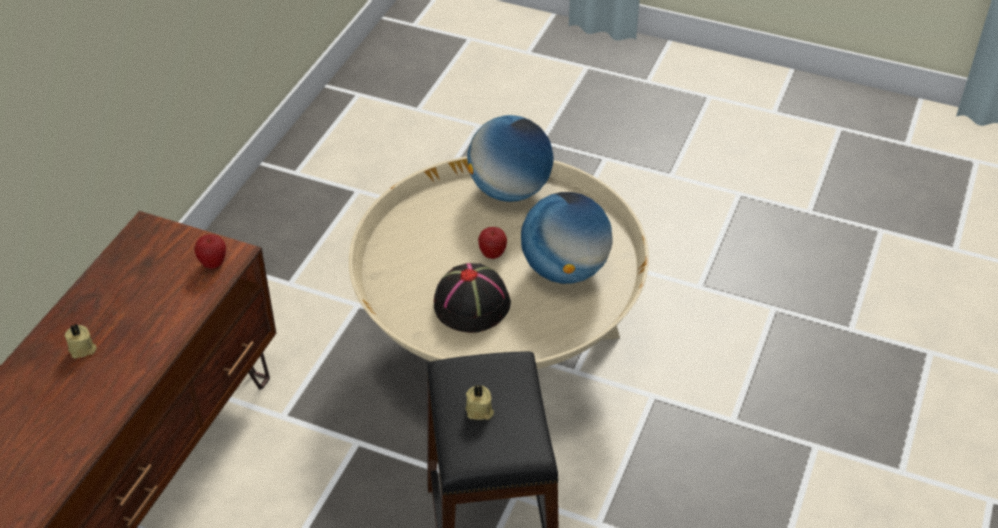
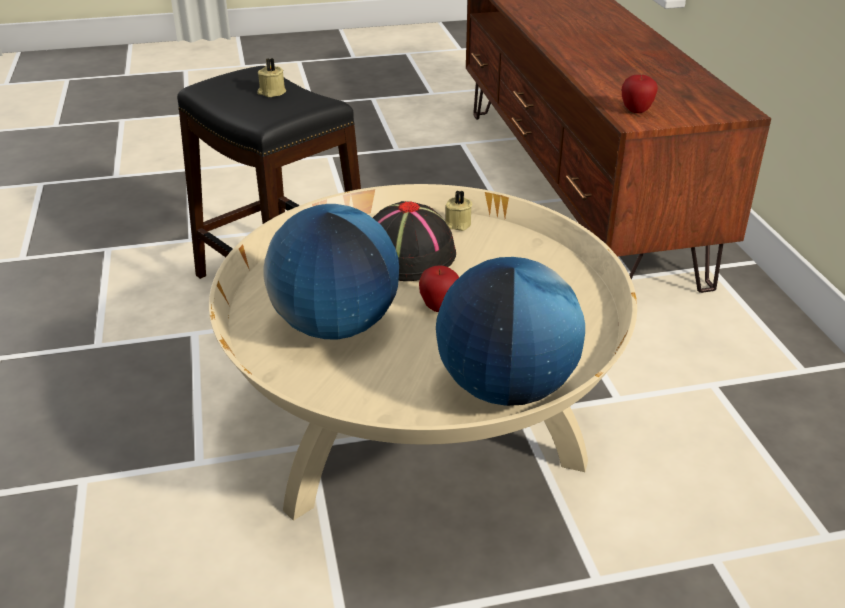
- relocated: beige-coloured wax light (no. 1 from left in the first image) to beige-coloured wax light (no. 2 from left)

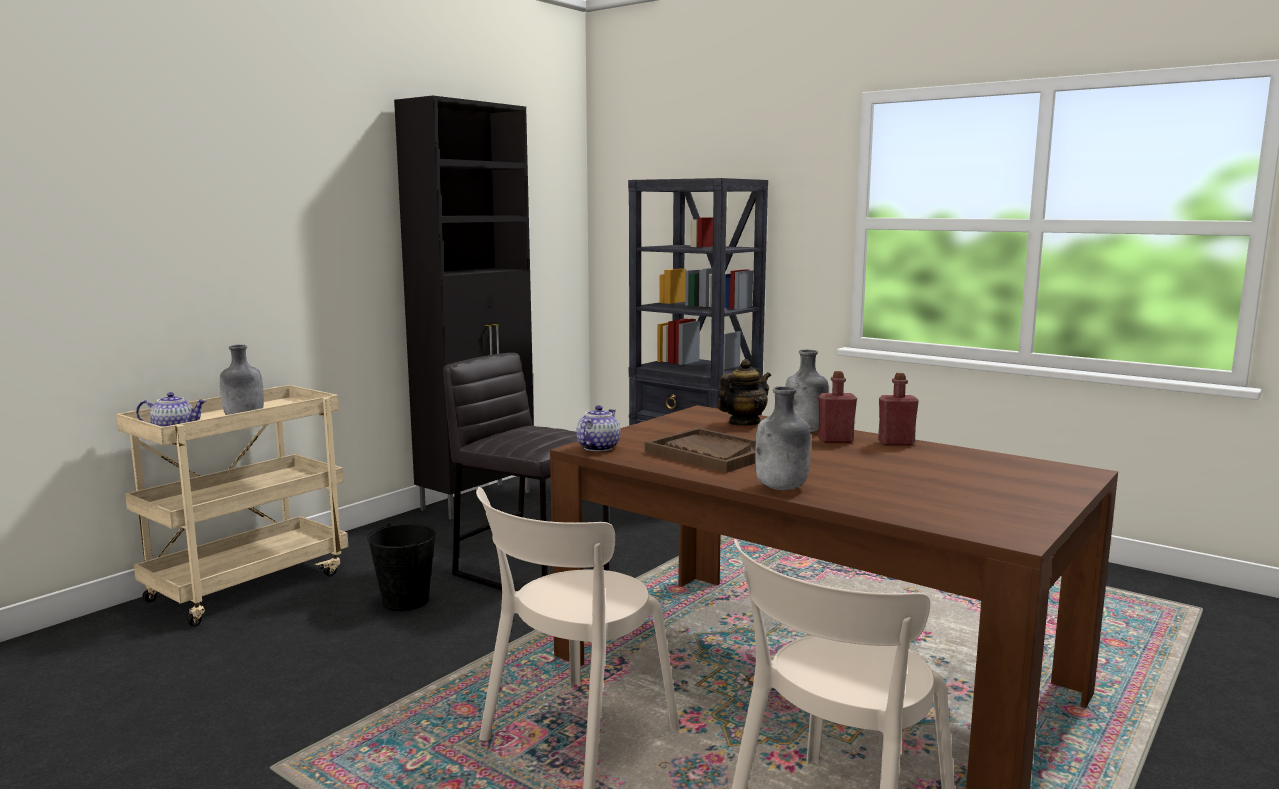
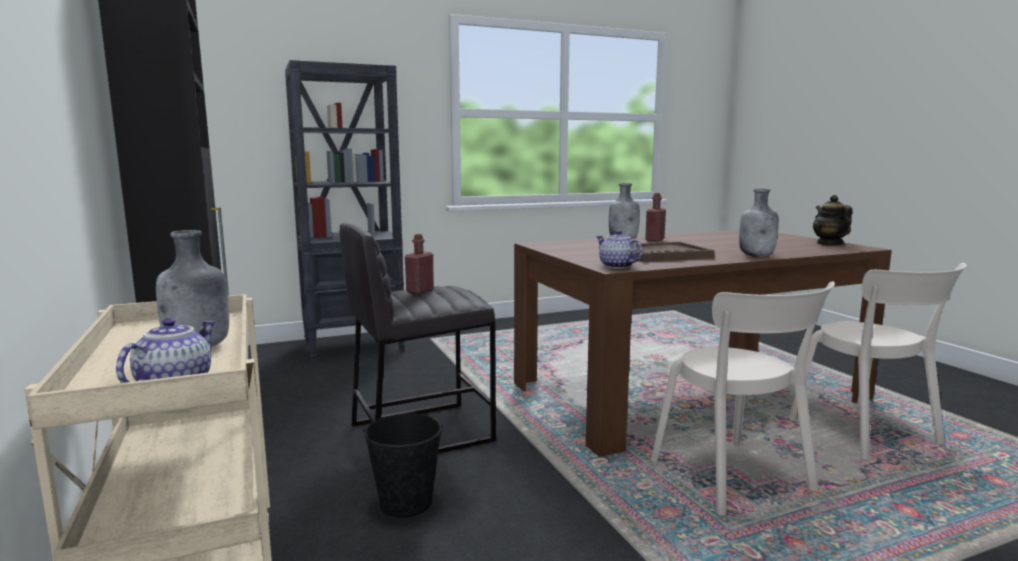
- relocated: teapot (no. 3 from left)
- relocated: red-coloured beverage bottle (no. 2 from left in the first image) to red-coloured beverage bottle (no. 1 from left)

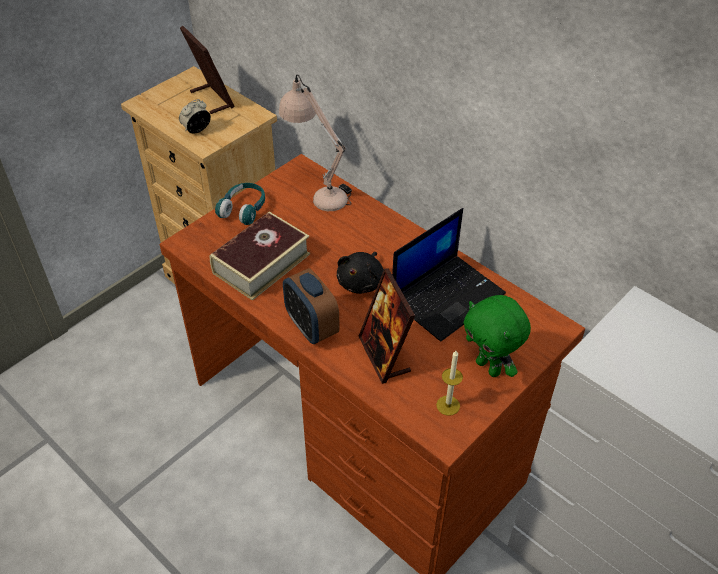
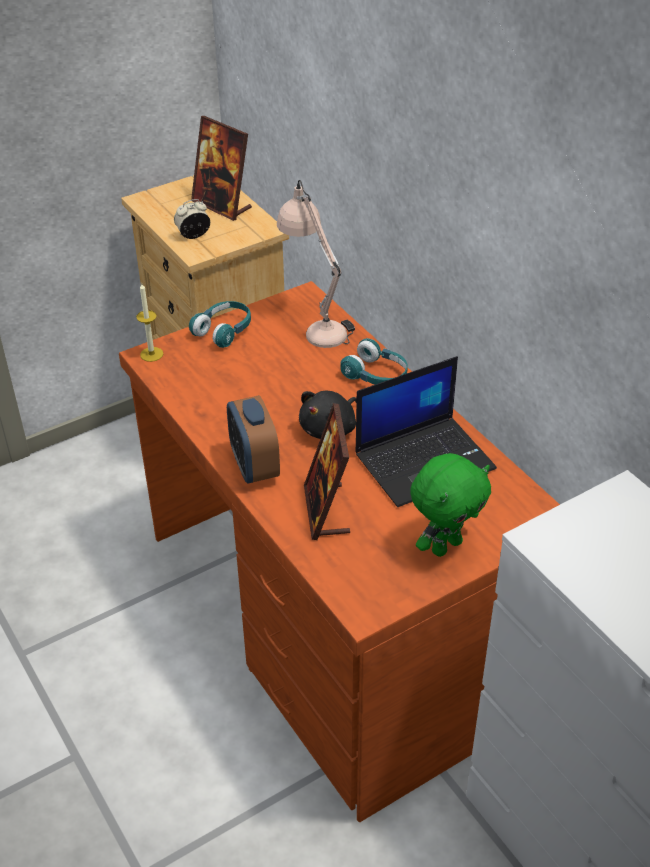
- spun: standing frame (no. 1 from left) 150 degrees clockwise
- missing: volume
- spun: greenish cuddly toy 105 degrees counterclockwise
- relocated: wax light
- appeared: turquoise headset (no. 2 from left)

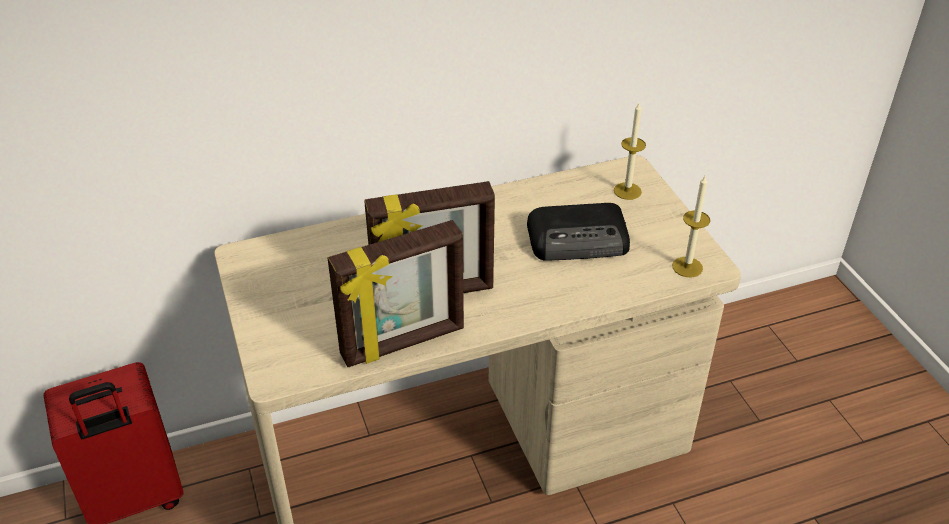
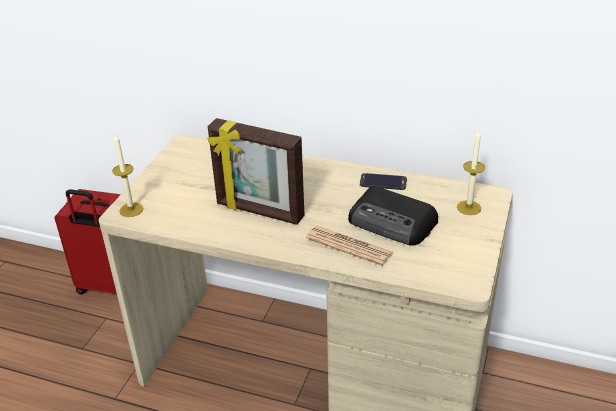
- relocated: wax light (no. 2 from left in the first image) to wax light (no. 1 from left)
- missing: standing frame (no. 1 from left)
- appeared: telephone
- appeared: daily paper

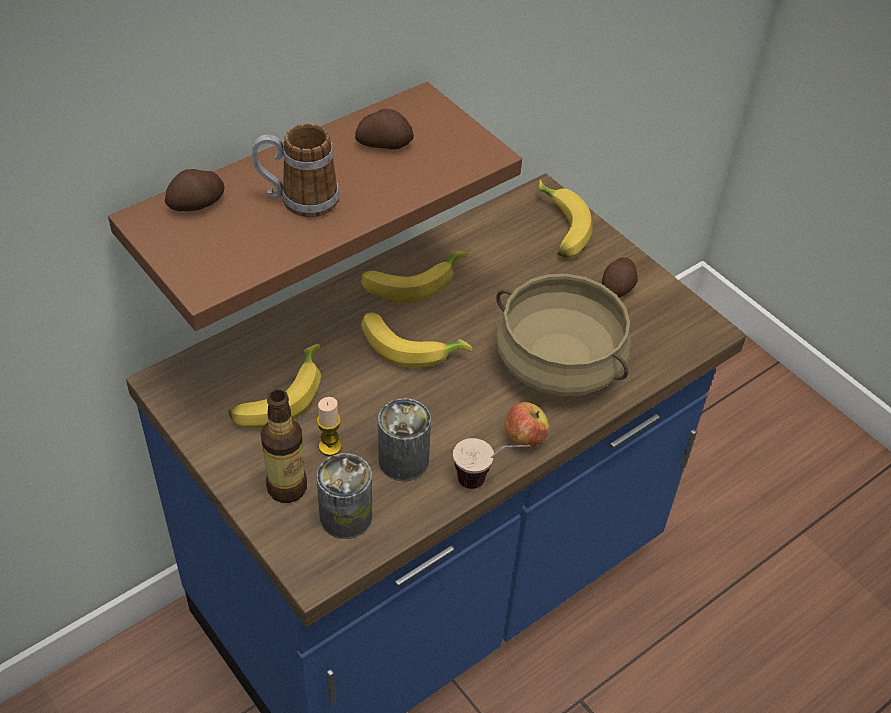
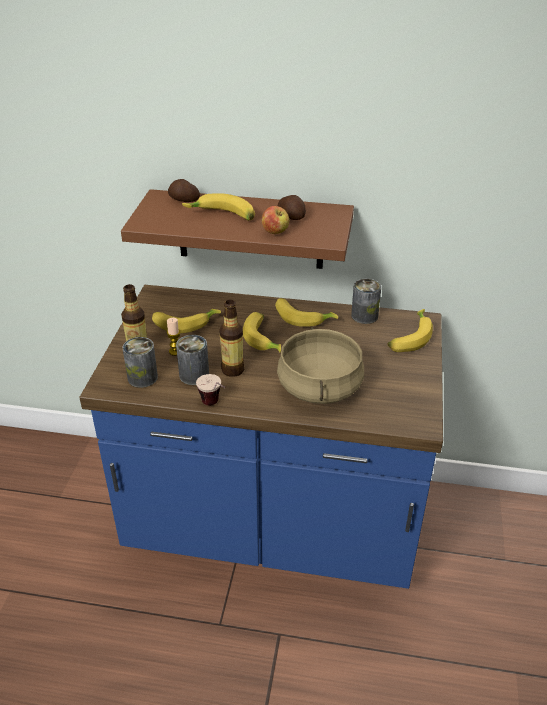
- exchanged: mug to banana (no. 2 from left)
- missing: whole potato (no. 3 from left)
- relocated: apple fruit
- appeared: can (no. 3 from left)
- appeared: beverage bottle (no. 2 from left)

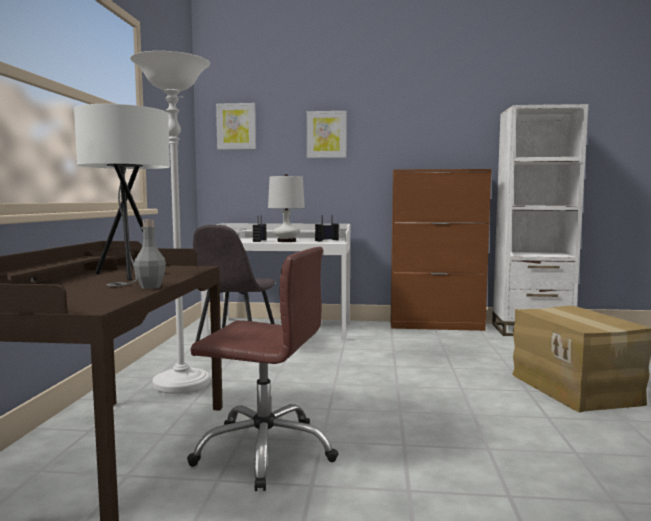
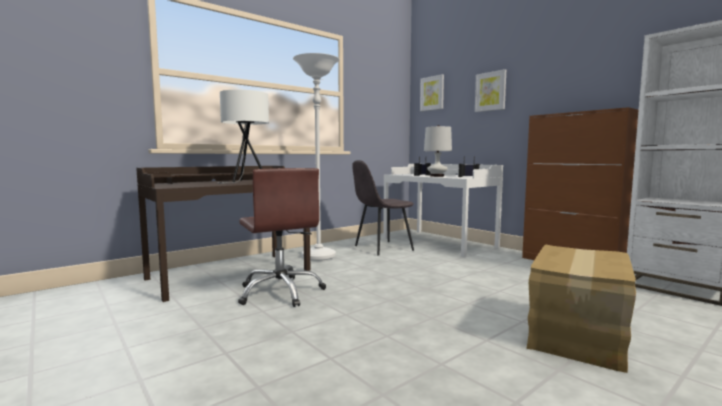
- missing: grey beverage bottle

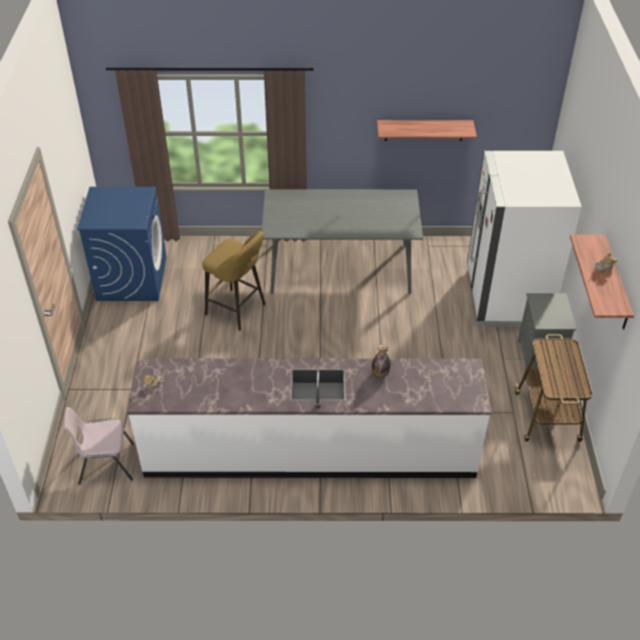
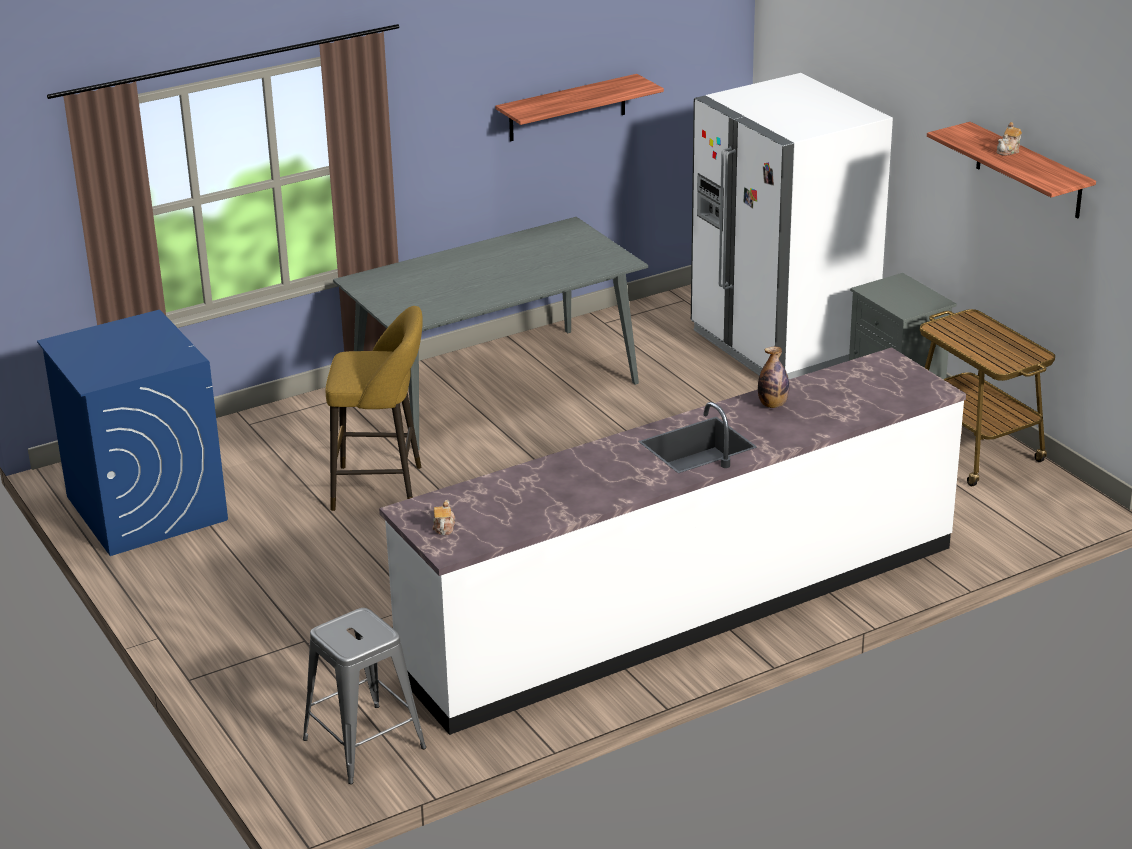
- exchanged: pink plain chair to grey stool

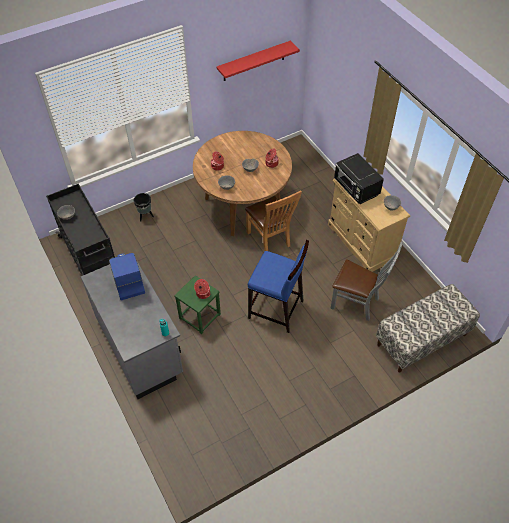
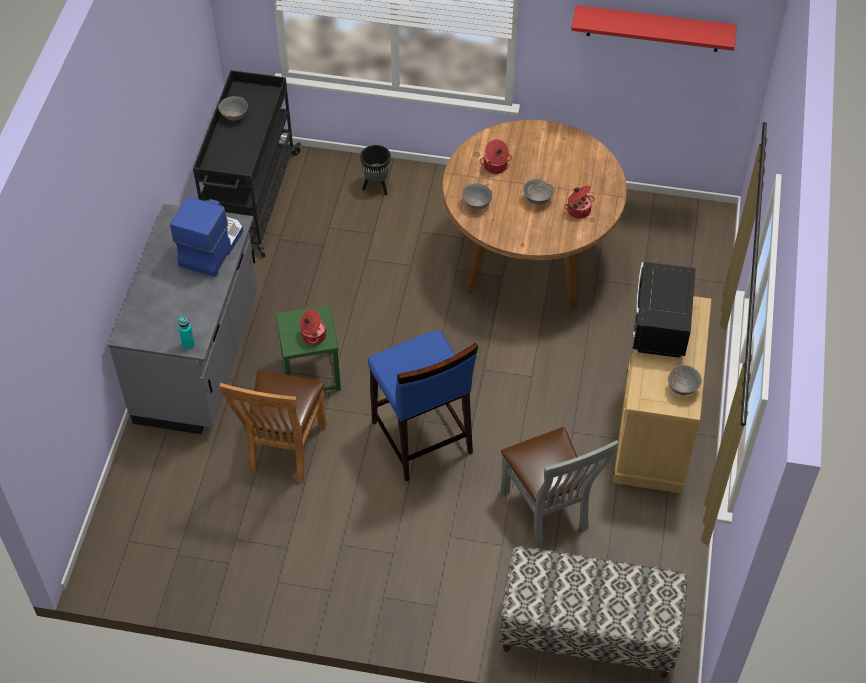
- relocated: brownish plain chair

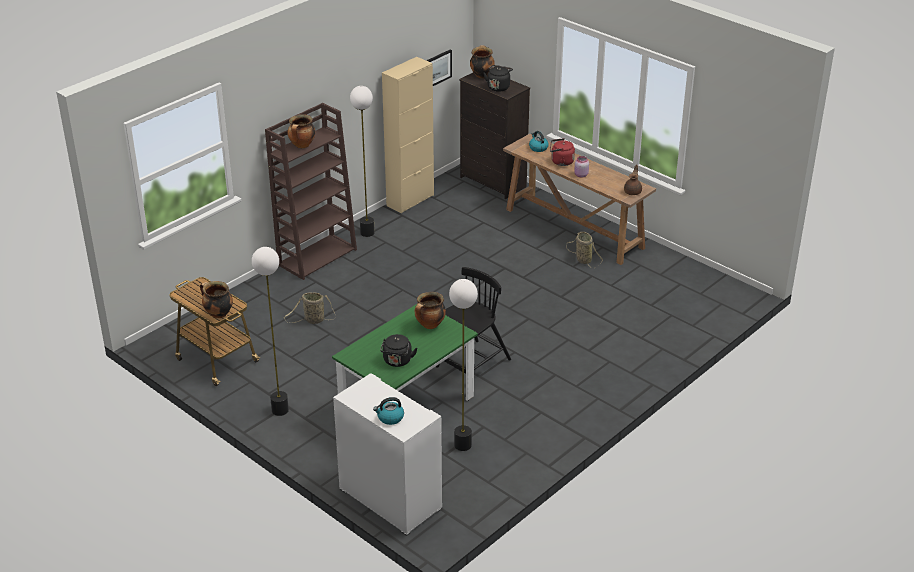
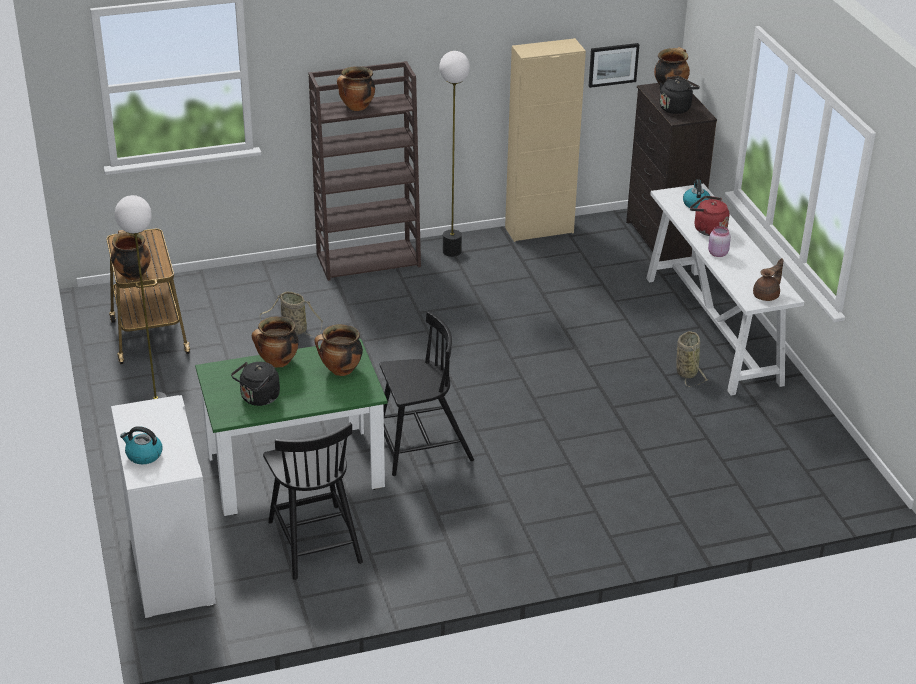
- colour: brownish narrow table to whitish narrow table
- exchanged: standing lamp (no. 3 from left) to black plain chair (no. 1 from left)
- appeared: cooking pot (no. 2 from left)

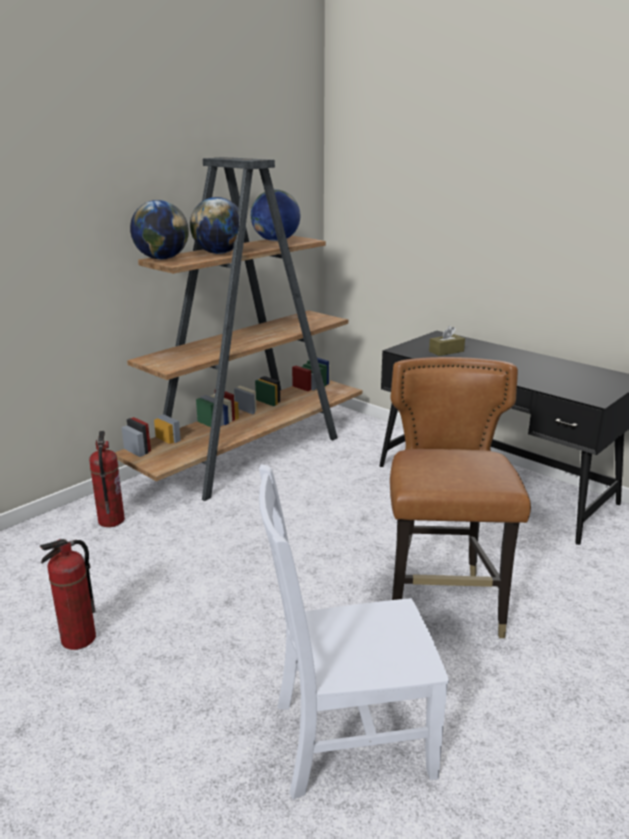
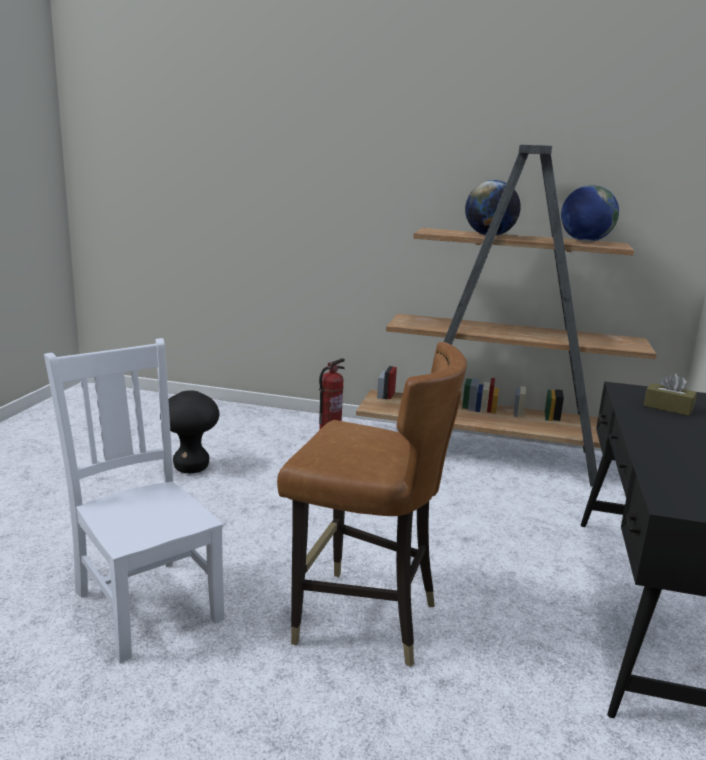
- missing: world globe (no. 1 from left)
- spun: brownish plain chair 45 degrees clockwise
- exchanged: extinguisher (no. 1 from left) to black stool

